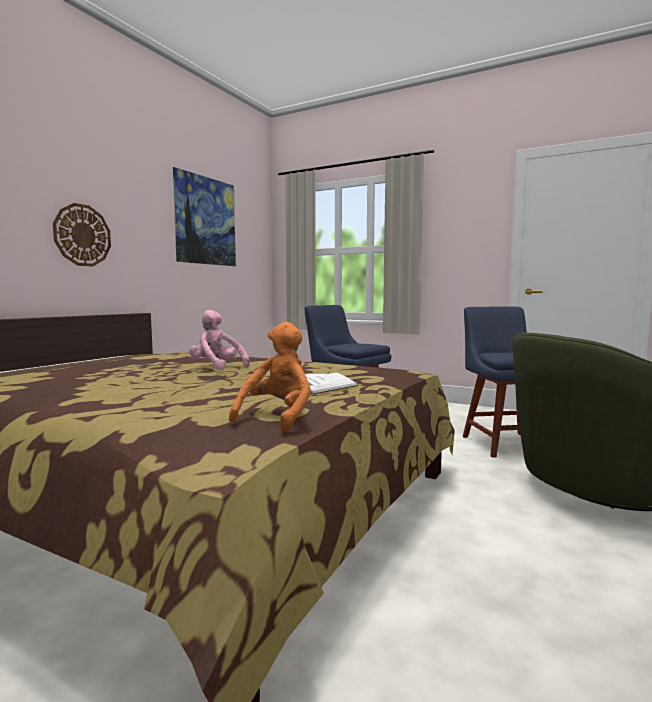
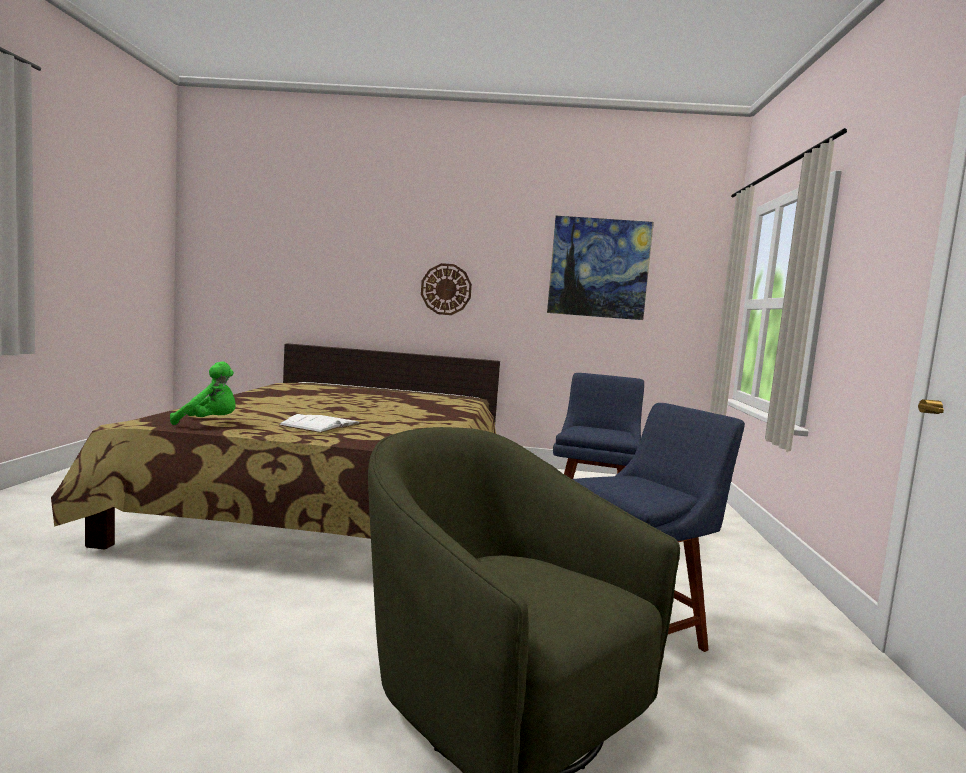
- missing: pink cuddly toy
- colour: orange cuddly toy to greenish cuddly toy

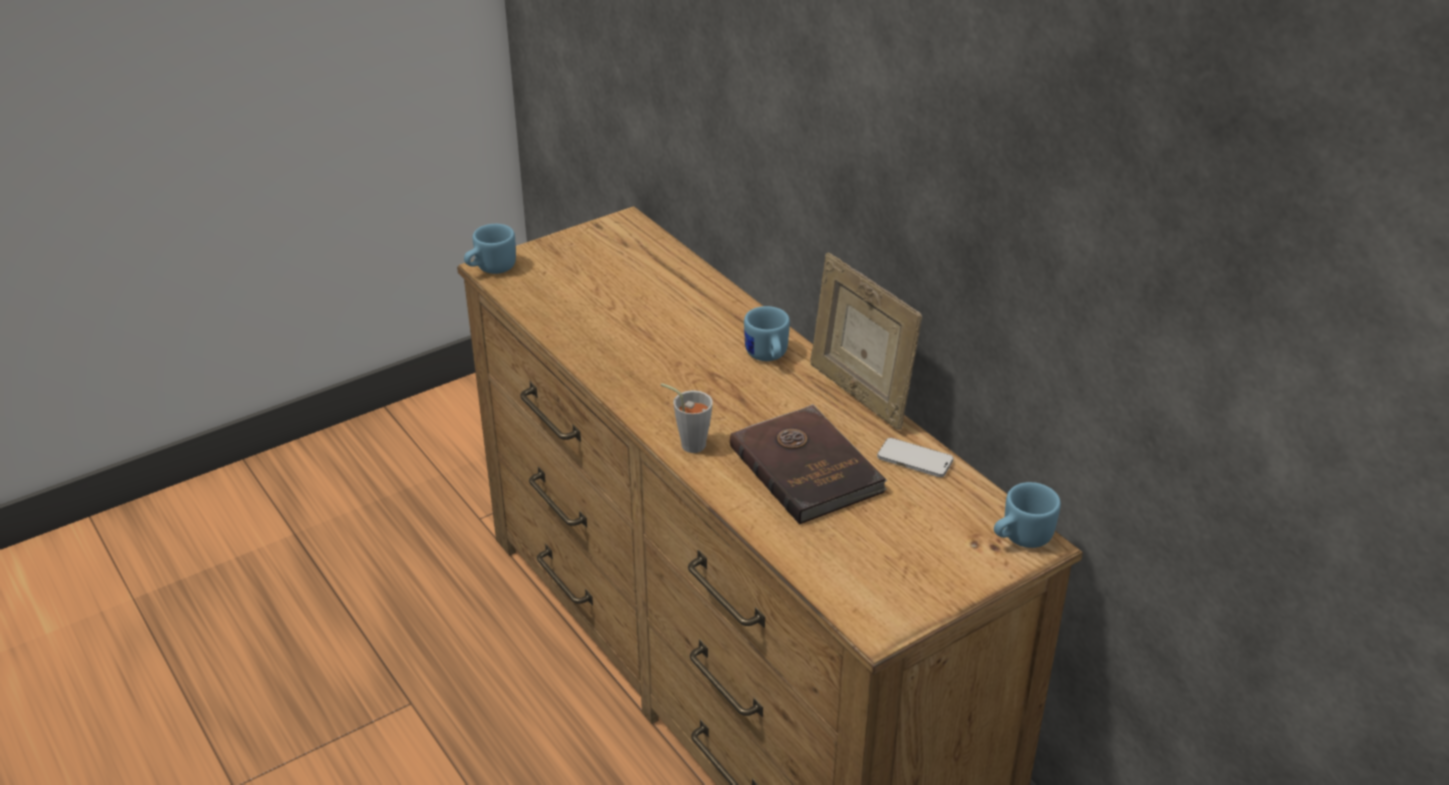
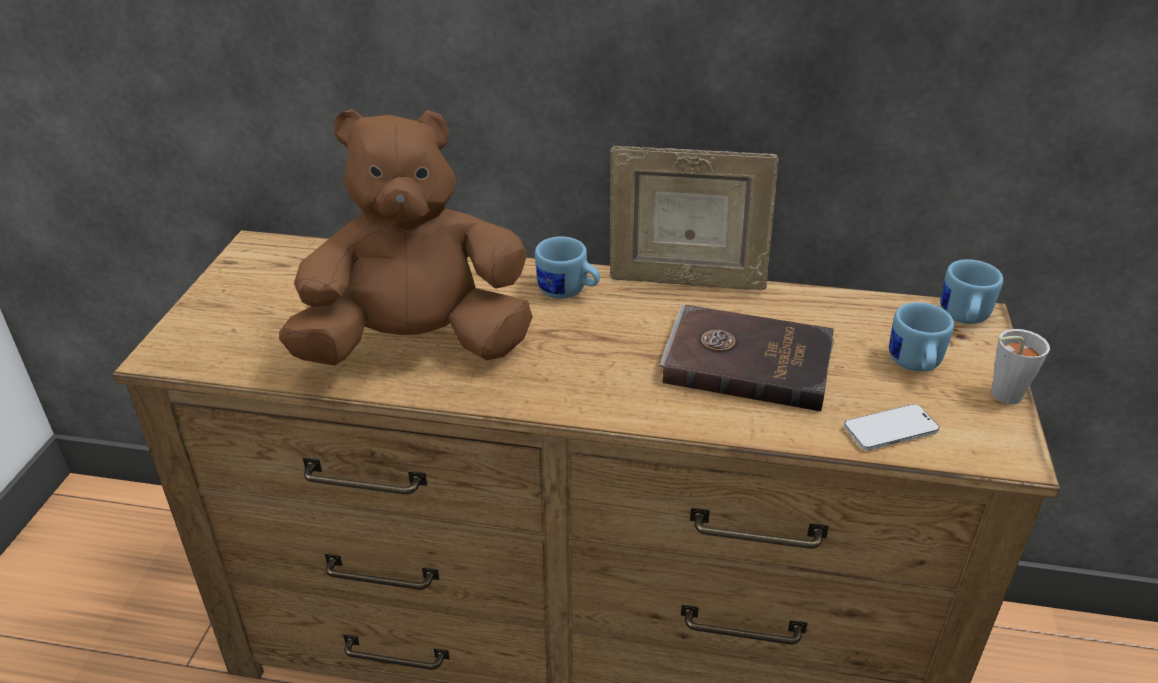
- relocated: blue-coloured mug (no. 1 from left in the first image) to blue-coloured mug (no. 2 from left)
- relocated: grey cup
- relocated: telephone
- appeared: brownish cuddly toy

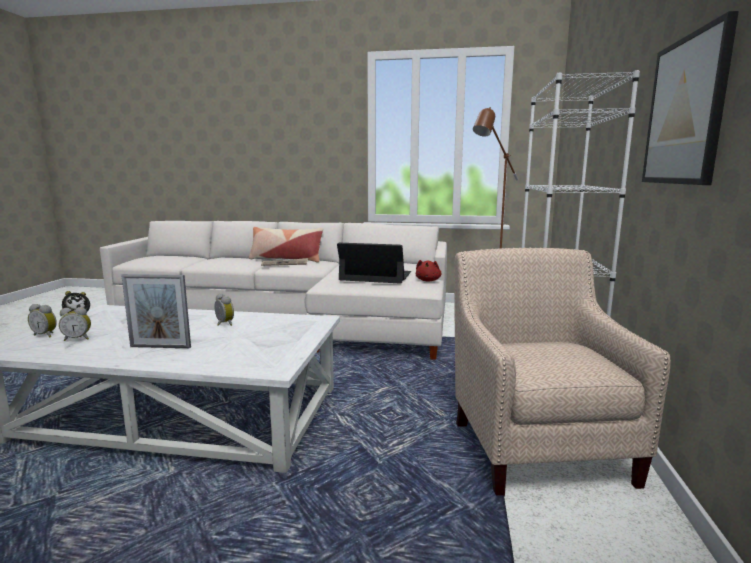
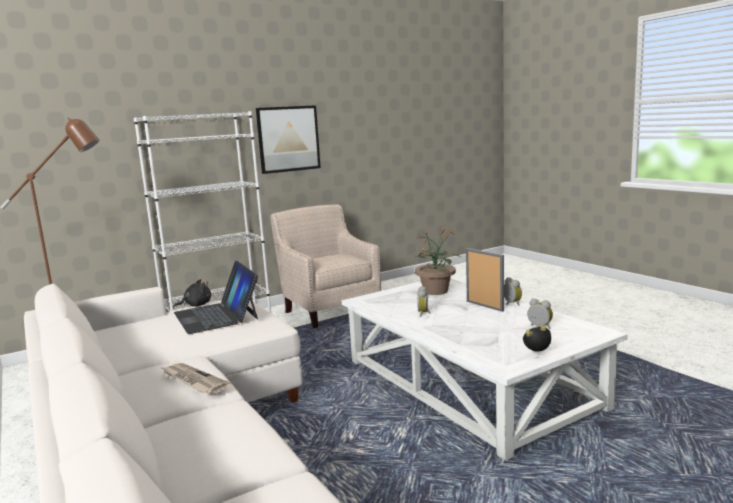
- missing: throw pillow
- spun: beige-coloured lounge chair 105 degrees clockwise
- colour: red-coloured cuddly toy to black cuddly toy
- relocated: table clock (no. 1 from left in the first image) to table clock (no. 2 from left)
- appeared: potted plant

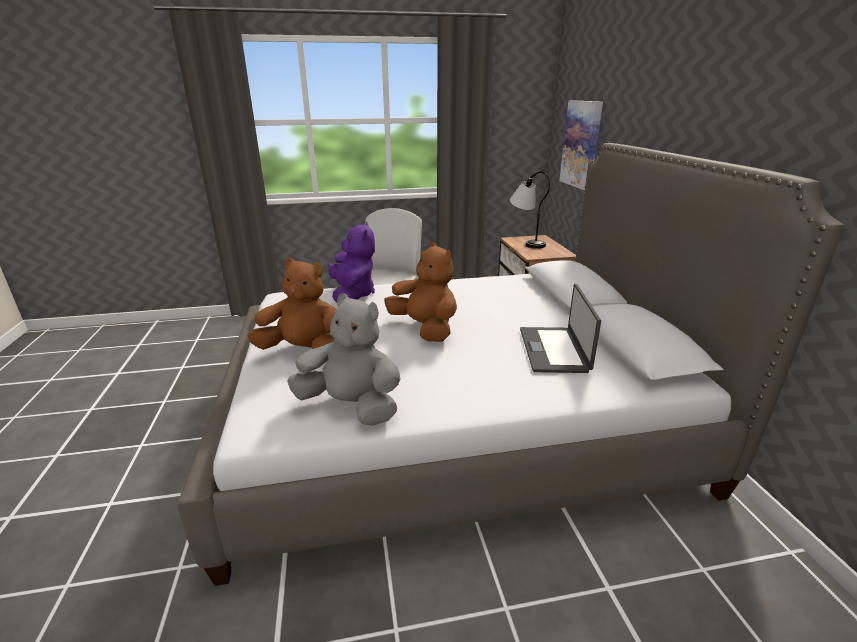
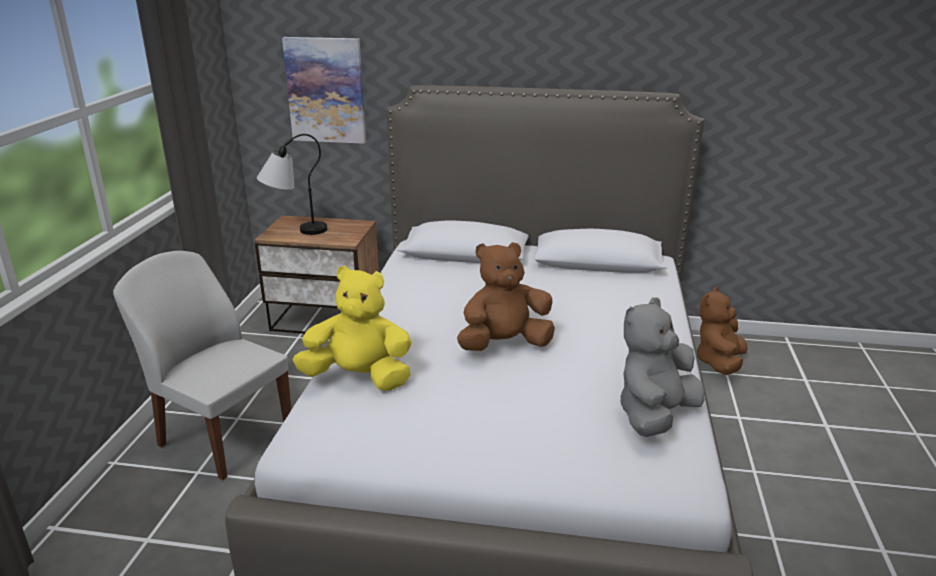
- colour: purple-coloured cuddly toy to yellowish cuddly toy
- relocated: brownish cuddly toy (no. 1 from left in the first image) to brownish cuddly toy (no. 2 from left)
- missing: portable computer

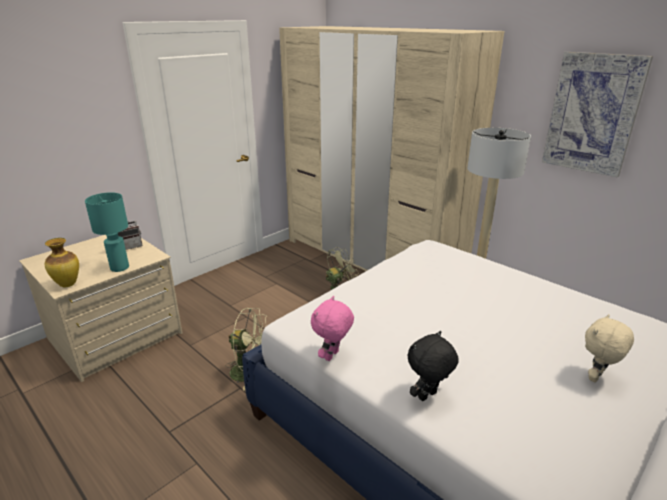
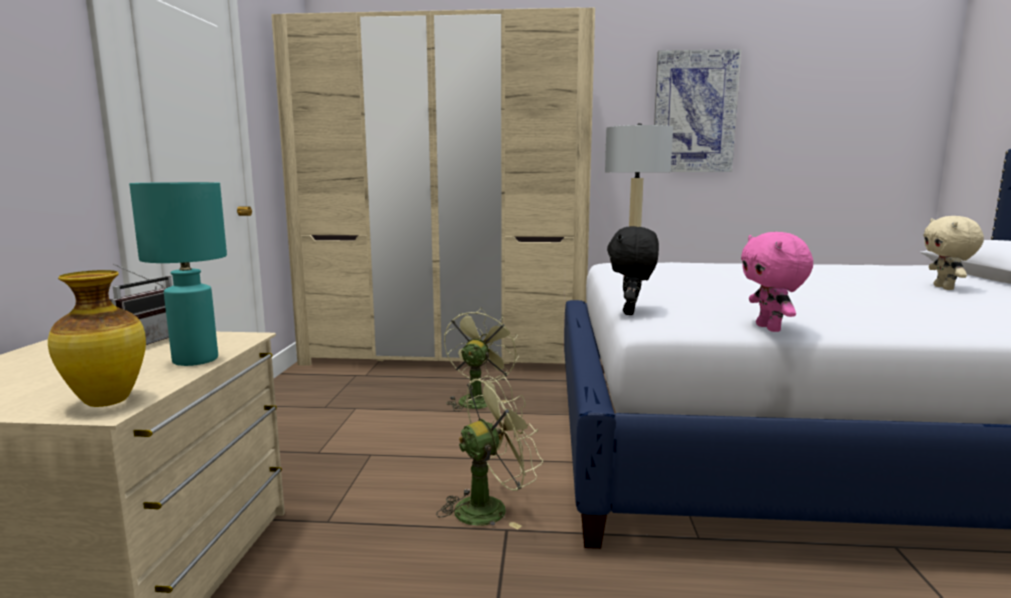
- relocated: black cuddly toy

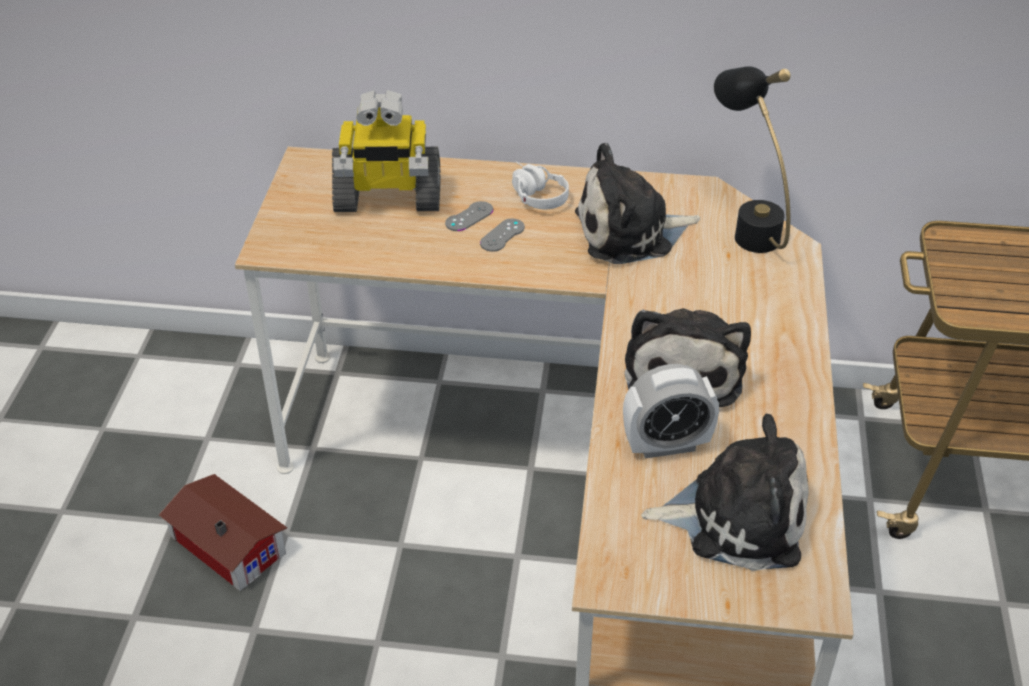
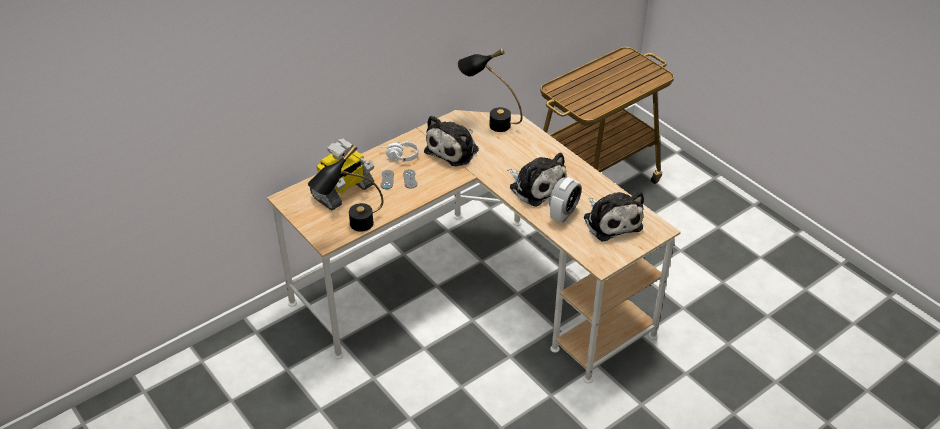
- spun: cuddly toy (no. 3 from left) 105 degrees clockwise
- missing: miniature house
- appeared: black tabletop lamp (no. 1 from left)

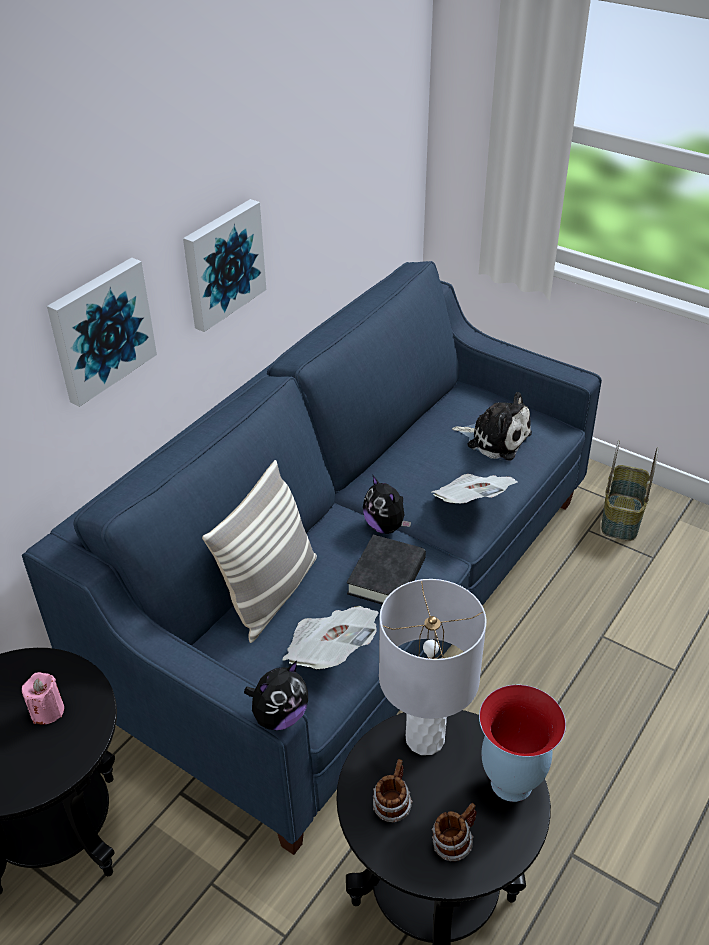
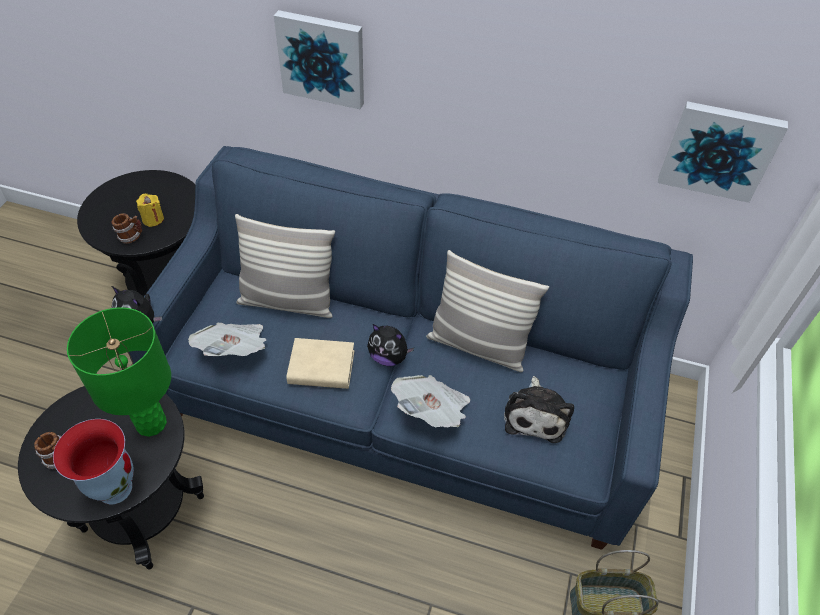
- relocated: wall picture (no. 2 from left)
- spun: cuddly toy (no. 2 from left) 105 degrees counterclockwise
- colour: black volume to beige-coloured volume
- colour: grey tabletop lamp to greenish tabletop lamp
- colour: pink wax light to yellowish wax light
- relocated: mug (no. 1 from left in the first image) to mug (no. 2 from left)
- appeared: throw pillow (no. 2 from left)

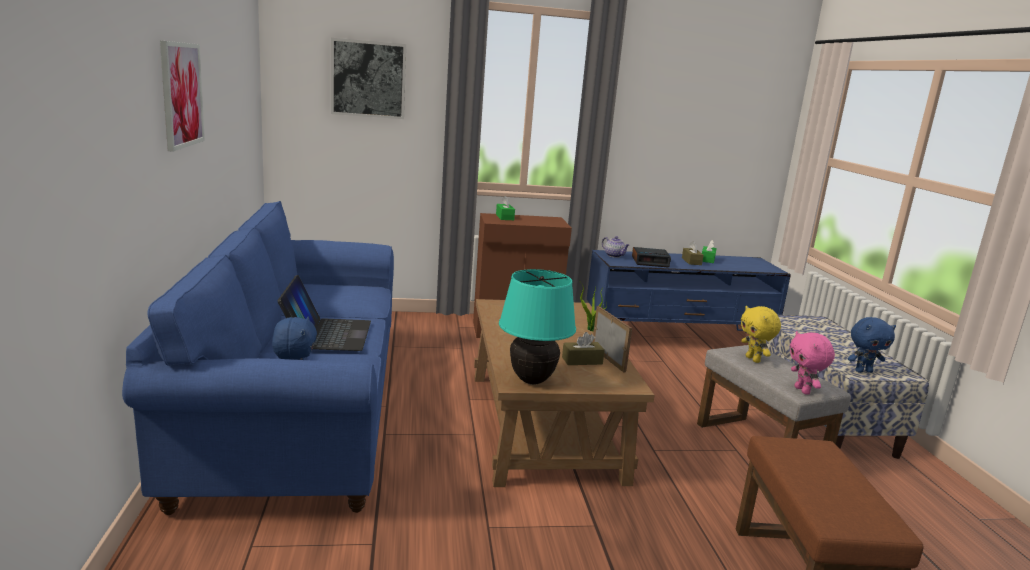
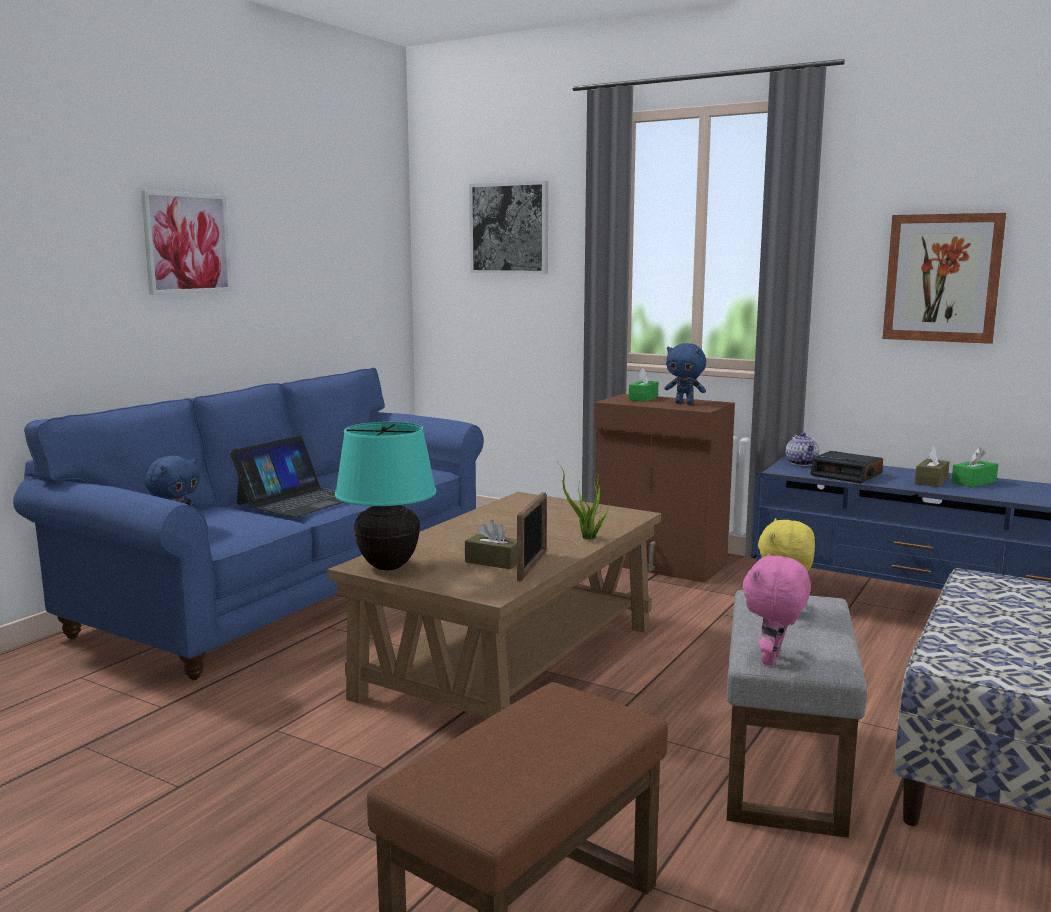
- relocated: blue-coloured cuddly toy (no. 2 from left)
- appeared: wall picture (no. 3 from left)

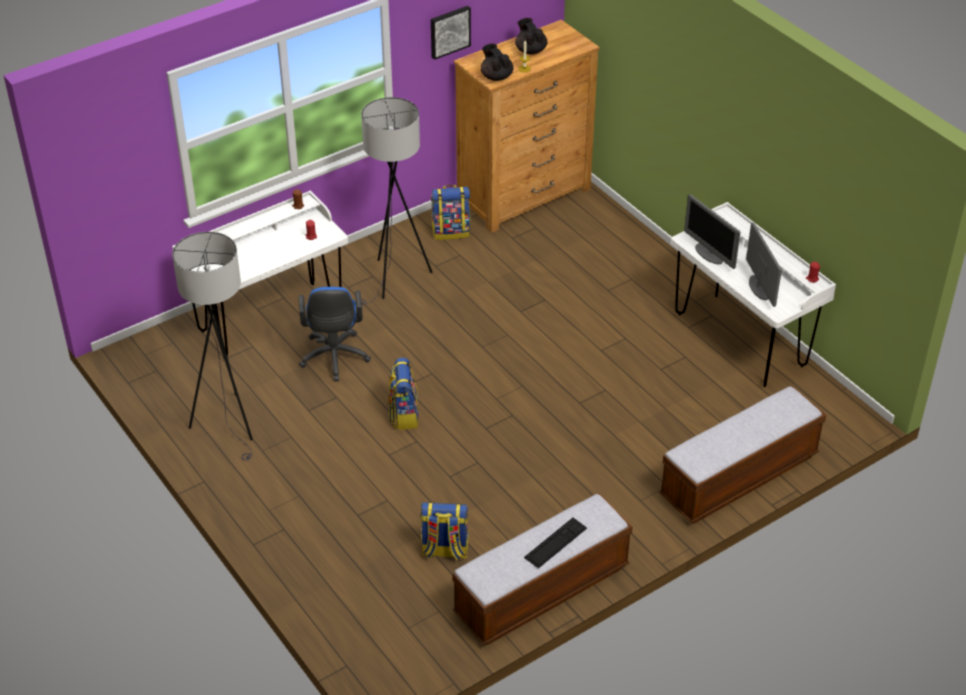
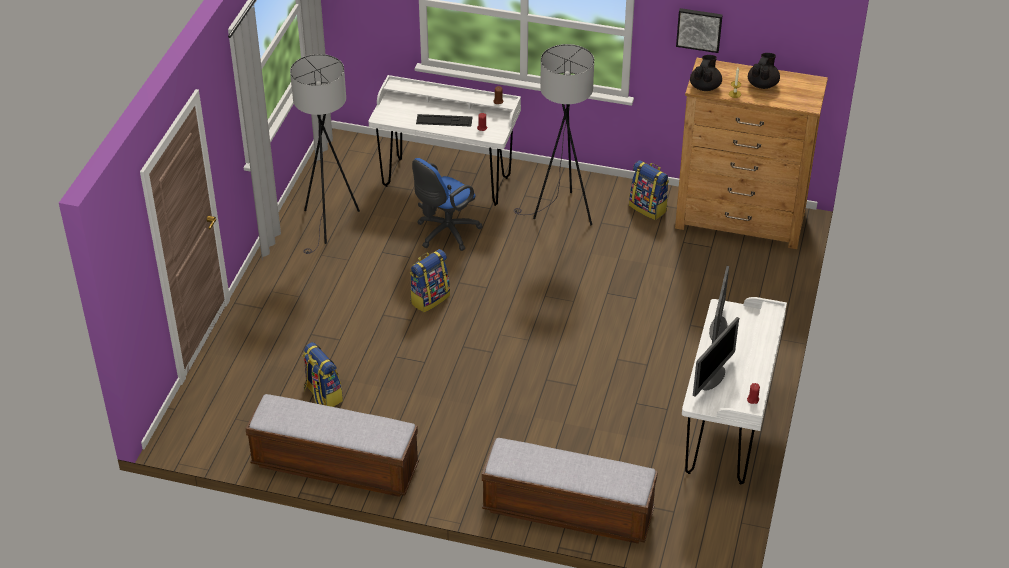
- relocated: computer keyboard

